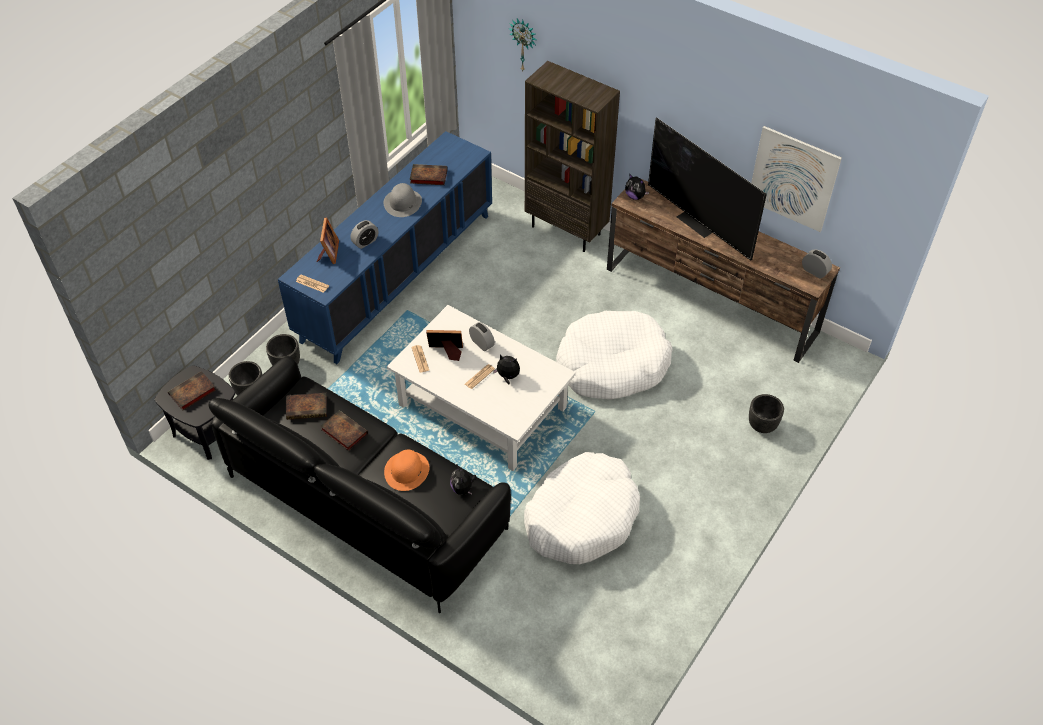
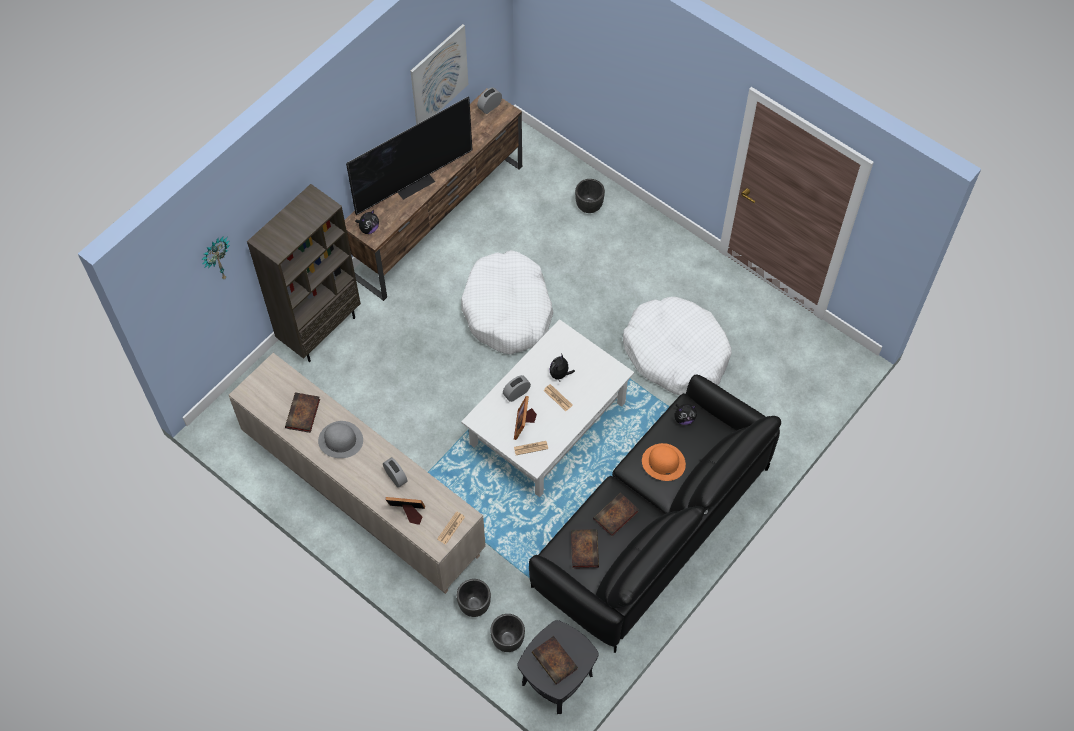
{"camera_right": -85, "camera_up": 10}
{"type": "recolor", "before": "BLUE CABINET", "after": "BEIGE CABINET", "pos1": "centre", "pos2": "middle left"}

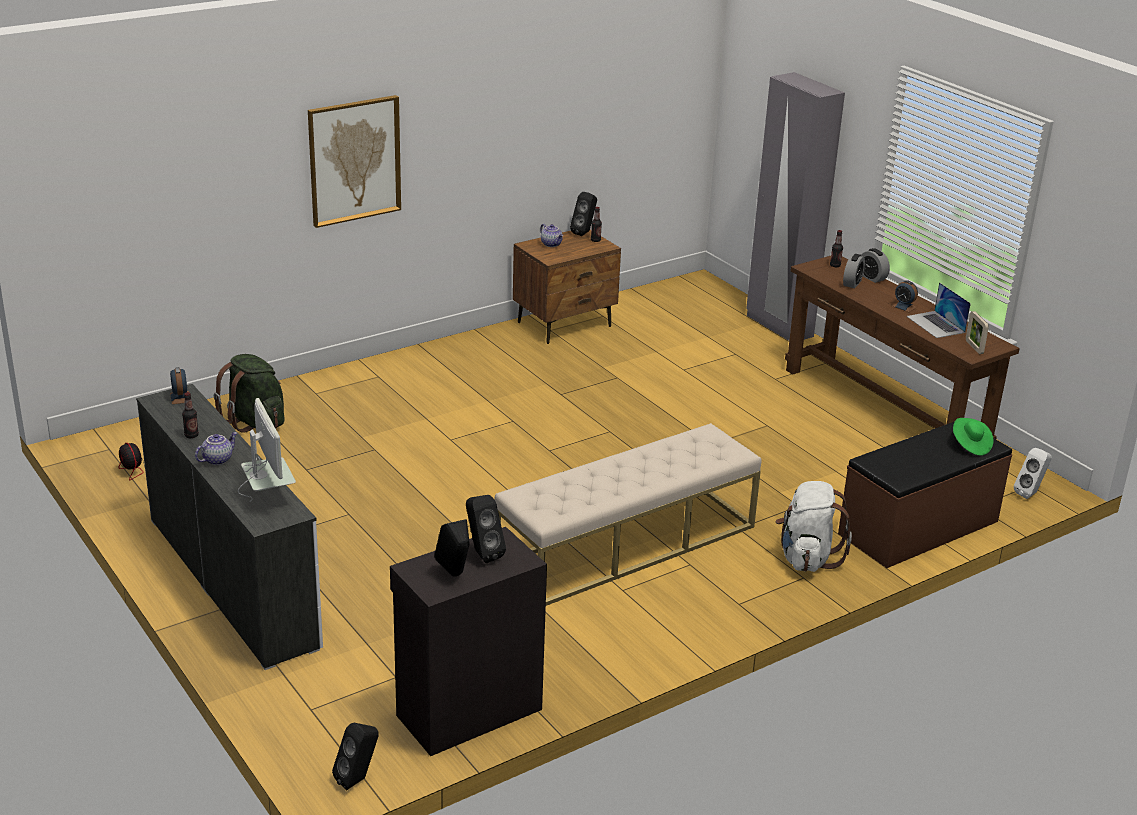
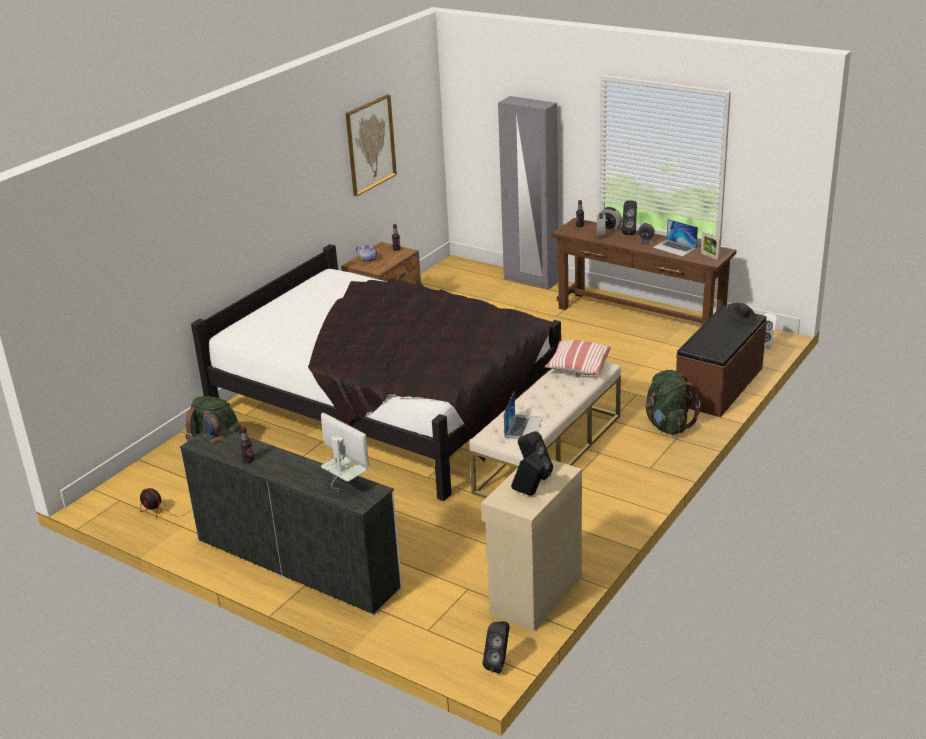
{"camera_right": -20, "camera_up": 0}
{"type": "delete", "before": "TEAPOT (1st from left)", "pos1": "middle left"}
{"type": "insert", "after": "BLACK BED", "pos2": "centre"}
{"type": "insert", "after": "LAPTOP (1st from left)", "pos2": "centre"}
{"type": "insert", "after": "PILLOW", "pos2": "centre"}
{"type": "move", "before": "PICTURE", "pos1": "top left", "pos2": "top centre"}
{"type": "move", "before": "BLACK SPEAKER (4th from left)", "pos1": "top centre", "pos2": "top right"}
{"type": "recolor", "before": "BLACK CABINET", "after": "BEIGE CABINET", "pos1": "bottom centre", "pos2": "bottom centre"}
{"type": "recolor", "before": "WHITE BACKPACK", "after": "GREEN BACKPACK (2nd from left)", "pos1": "middle right", "pos2": "middle right"}
{"type": "recolor", "before": "GREEN HAT", "after": "BLACK HAT", "pos1": "middle right", "pos2": "middle right"}

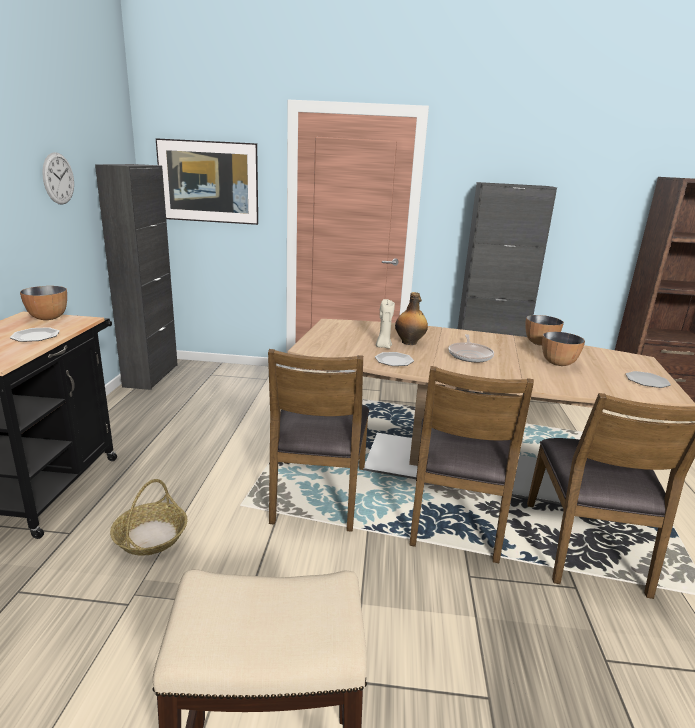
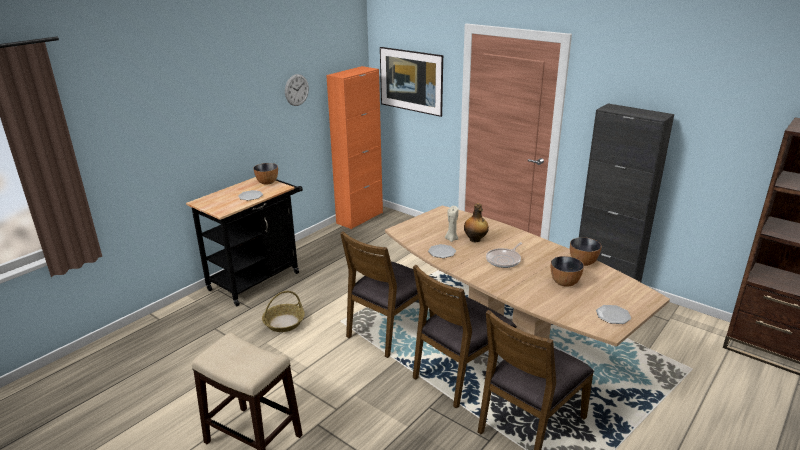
{"camera_right": 35, "camera_up": 5}
{"type": "recolor", "before": "BLACK CABINET (1st from left)", "after": "ORANGE CABINET", "pos1": "middle left", "pos2": "top centre"}

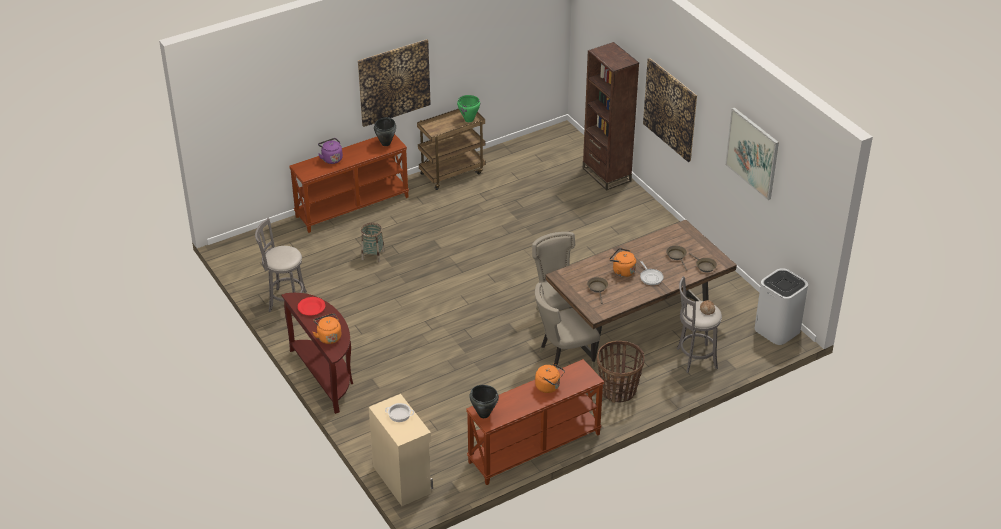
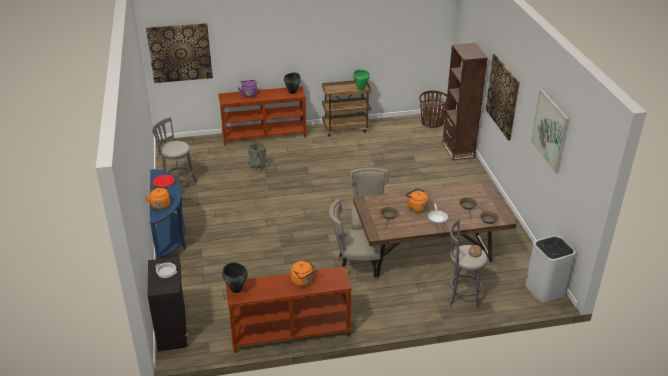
{"camera_right": 20, "camera_up": -5}
{"type": "move", "before": "PICTURE (1st from left)", "pos1": "top centre", "pos2": "top left"}
{"type": "move", "before": "BASKET (2nd from left)", "pos1": "bottom centre", "pos2": "top centre"}
{"type": "recolor", "before": "BROWN CONSOLE TABLE (1st from left)", "after": "BLUE CONSOLE TABLE", "pos1": "bottom left", "pos2": "middle left"}
{"type": "recolor", "before": "BEIGE CABINET", "after": "BLACK CABINET", "pos1": "bottom centre", "pos2": "bottom left"}

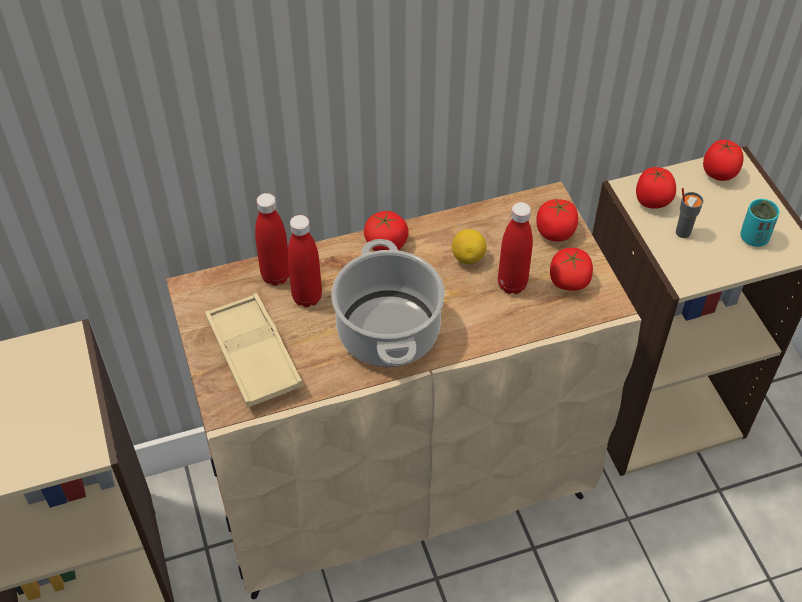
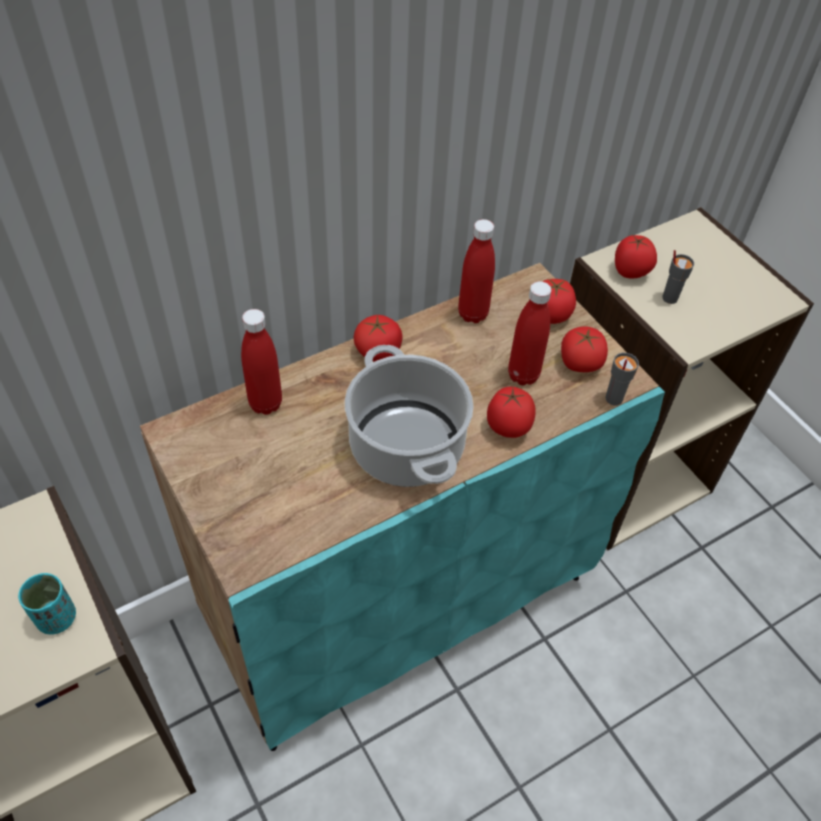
{"camera_right": -15, "camera_up": 0}
{"type": "delete", "before": "BEIGE TRAY", "pos1": "middle left"}
{"type": "delete", "before": "LEMON", "pos1": "centre"}
{"type": "insert", "after": "GREY CUP (1st from left)", "pos2": "middle right"}
{"type": "move", "before": "RED BOTTLE (2nd from left)", "pos1": "centre", "pos2": "top centre"}
{"type": "move", "before": "TOMATO (5th from left in the first image)", "after": "TOMATO (2nd from left)", "pos1": "top right", "pos2": "centre"}
{"type": "move", "before": "TURQUOISE CUP", "pos1": "middle right", "pos2": "bottom left"}
{"type": "recolor", "before": "BEIGE CABINET", "after": "TURQUOISE CABINET", "pos1": "centre", "pos2": "centre"}

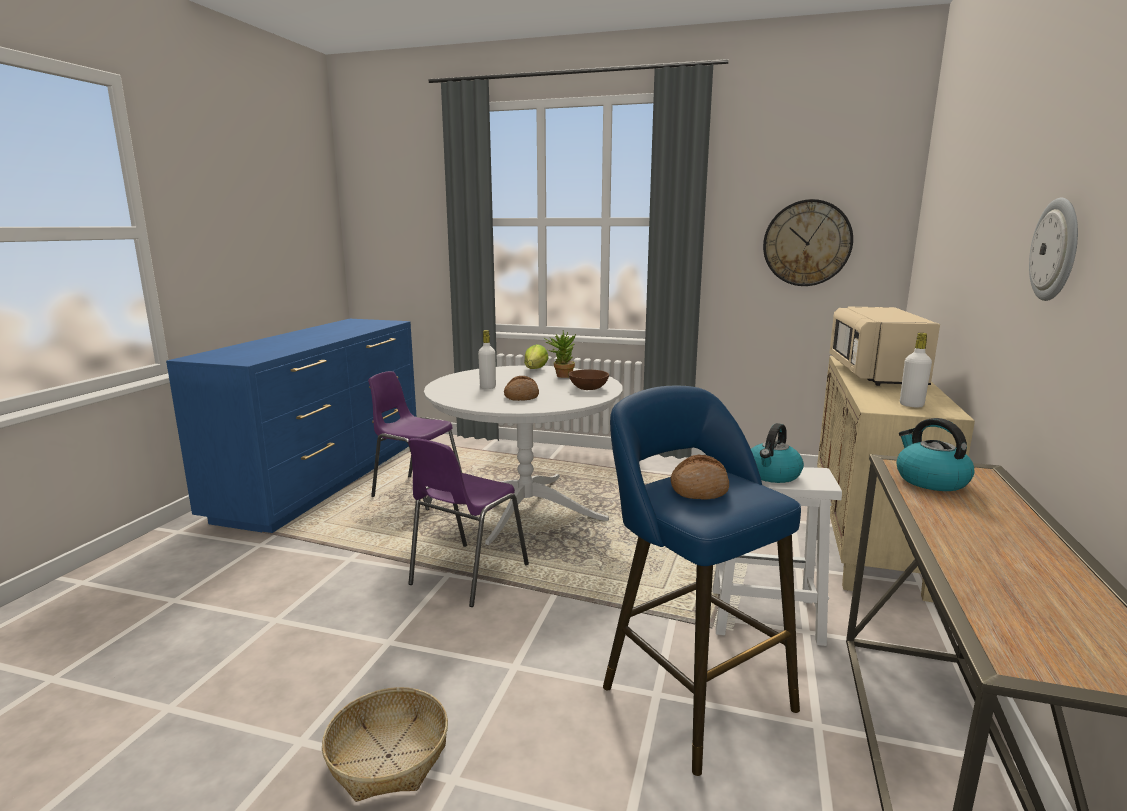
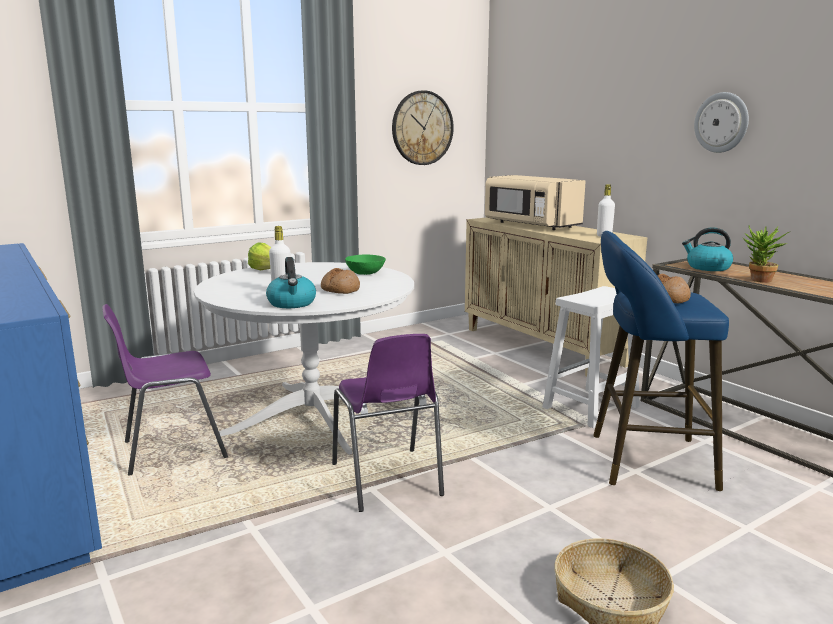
{"camera_right": -50, "camera_up": 0}
{"type": "move", "before": "POTTED PLANT", "pos1": "centre", "pos2": "middle right"}
{"type": "move", "before": "KETTLE (1st from left)", "pos1": "middle right", "pos2": "centre"}
{"type": "recolor", "before": "BROWN BOWL", "after": "GREEN BOWL", "pos1": "centre", "pos2": "centre"}

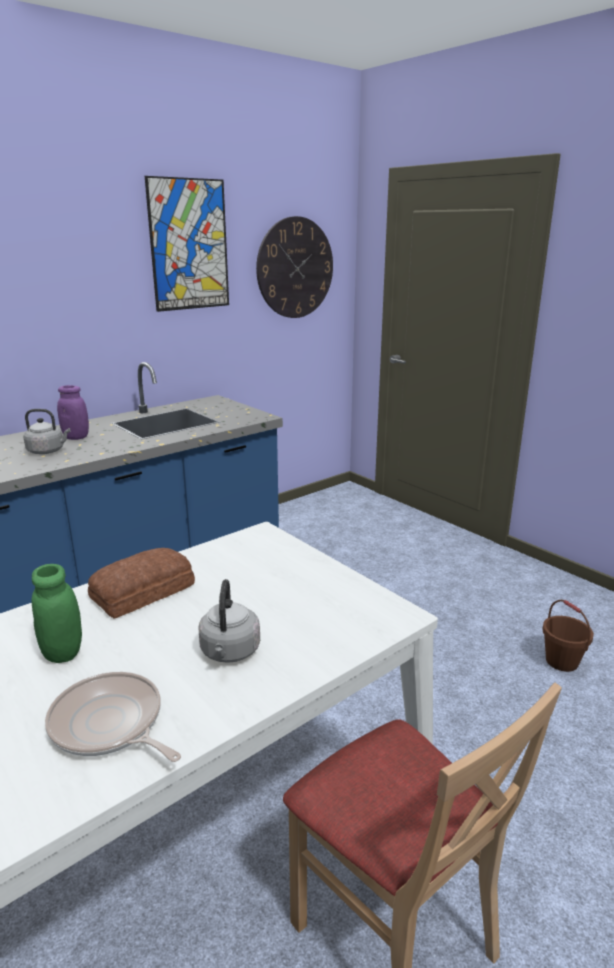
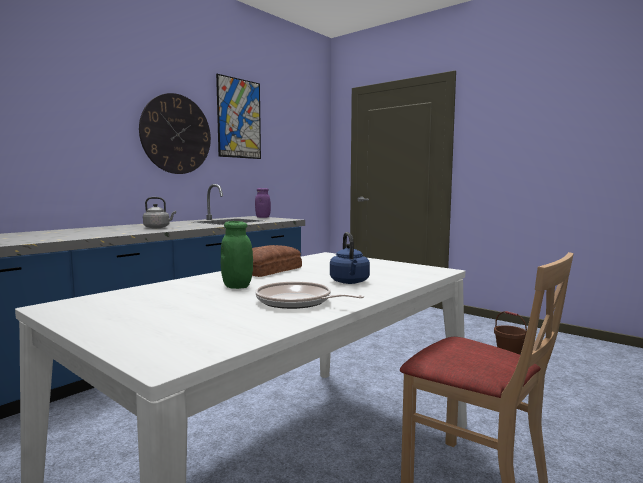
{"camera_right": -10, "camera_up": -15}
{"type": "move", "before": "PURPLE JAR", "pos1": "middle left", "pos2": "centre"}
{"type": "move", "before": "WALL CLOCK", "pos1": "top centre", "pos2": "top left"}
{"type": "recolor", "before": "GREY KETTLE (2nd from left)", "after": "BLUE KETTLE", "pos1": "centre", "pos2": "centre"}

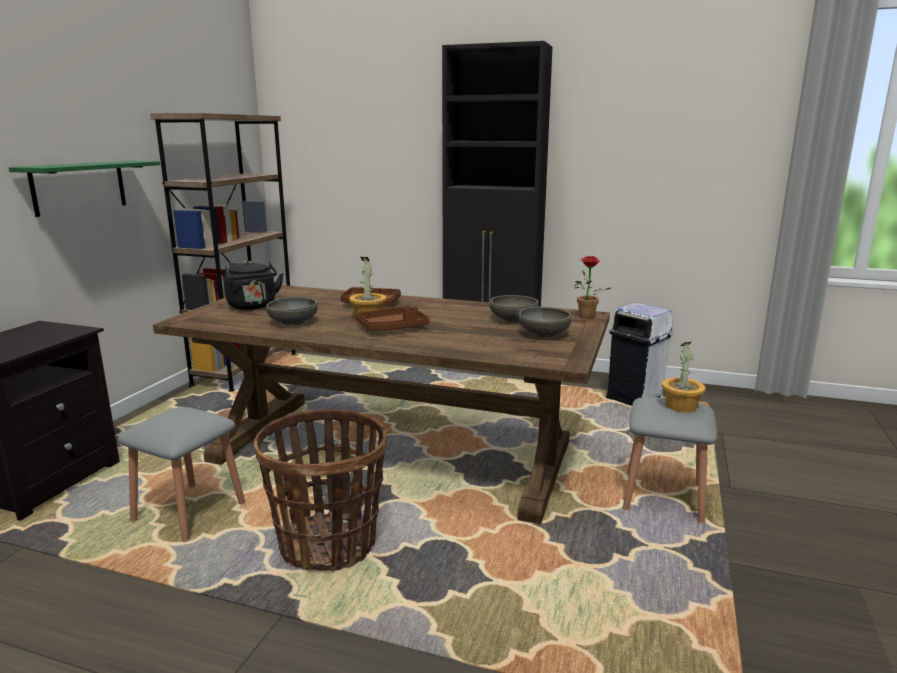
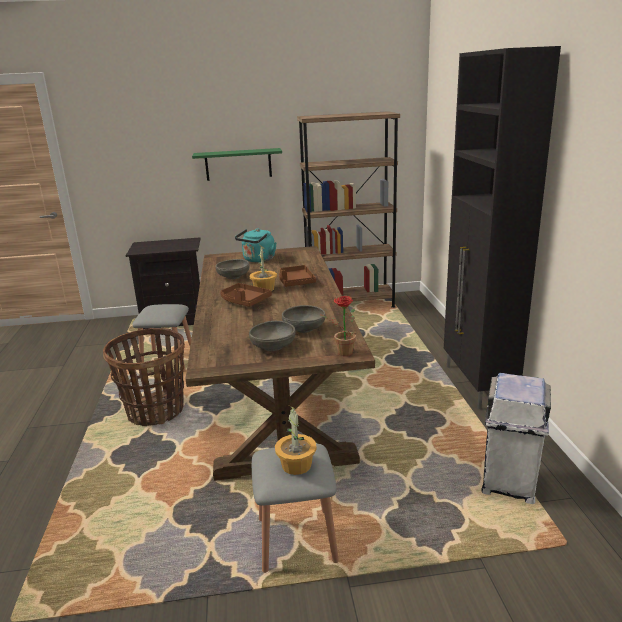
{"camera_right": 65, "camera_up": 5}
{"type": "recolor", "before": "BLACK KETTLE", "after": "TURQUOISE KETTLE", "pos1": "middle left", "pos2": "centre"}

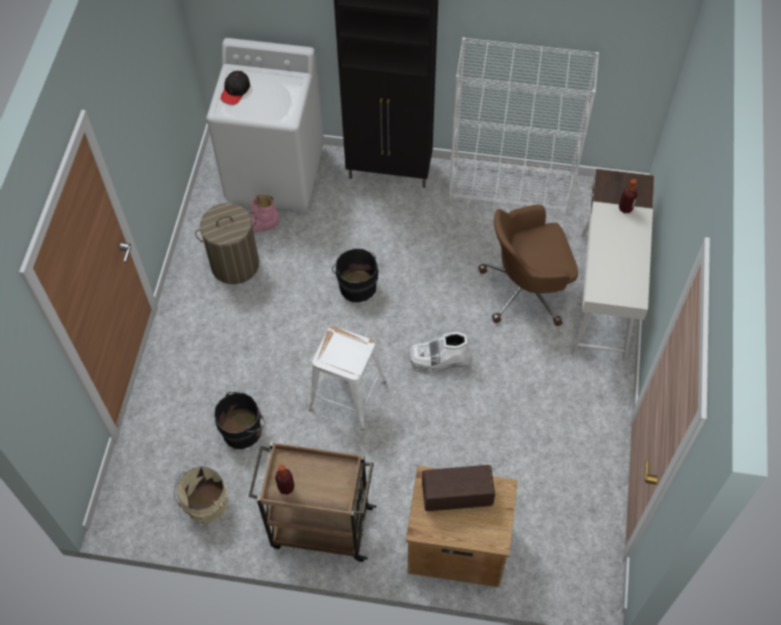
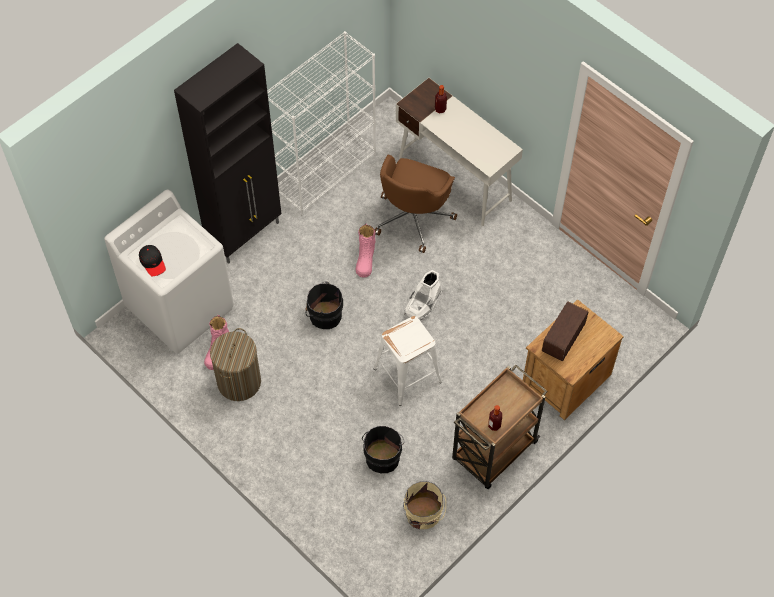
{"camera_right": -55, "camera_up": 0}
{"type": "insert", "after": "PINK BOOT (2nd from left)", "pos2": "centre"}

